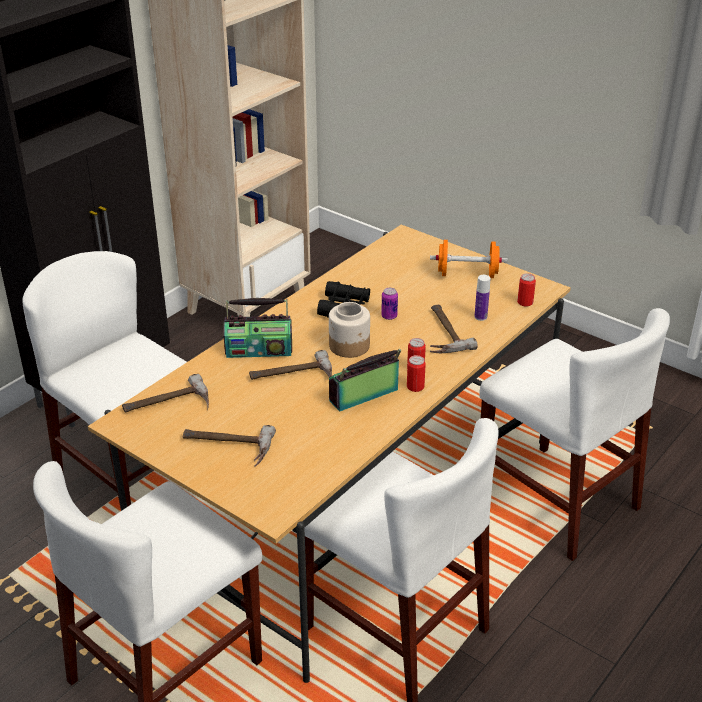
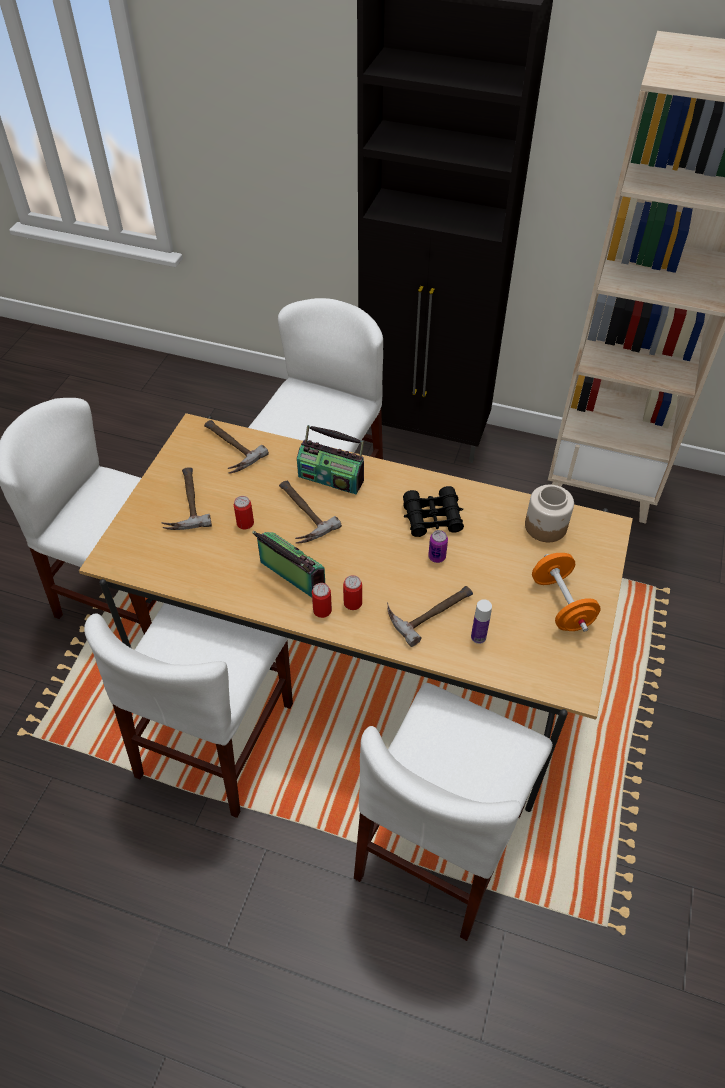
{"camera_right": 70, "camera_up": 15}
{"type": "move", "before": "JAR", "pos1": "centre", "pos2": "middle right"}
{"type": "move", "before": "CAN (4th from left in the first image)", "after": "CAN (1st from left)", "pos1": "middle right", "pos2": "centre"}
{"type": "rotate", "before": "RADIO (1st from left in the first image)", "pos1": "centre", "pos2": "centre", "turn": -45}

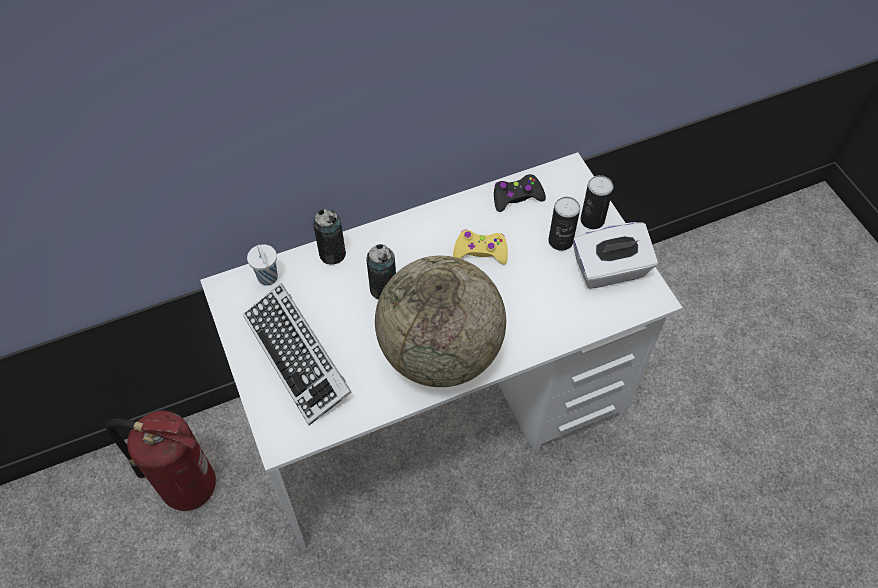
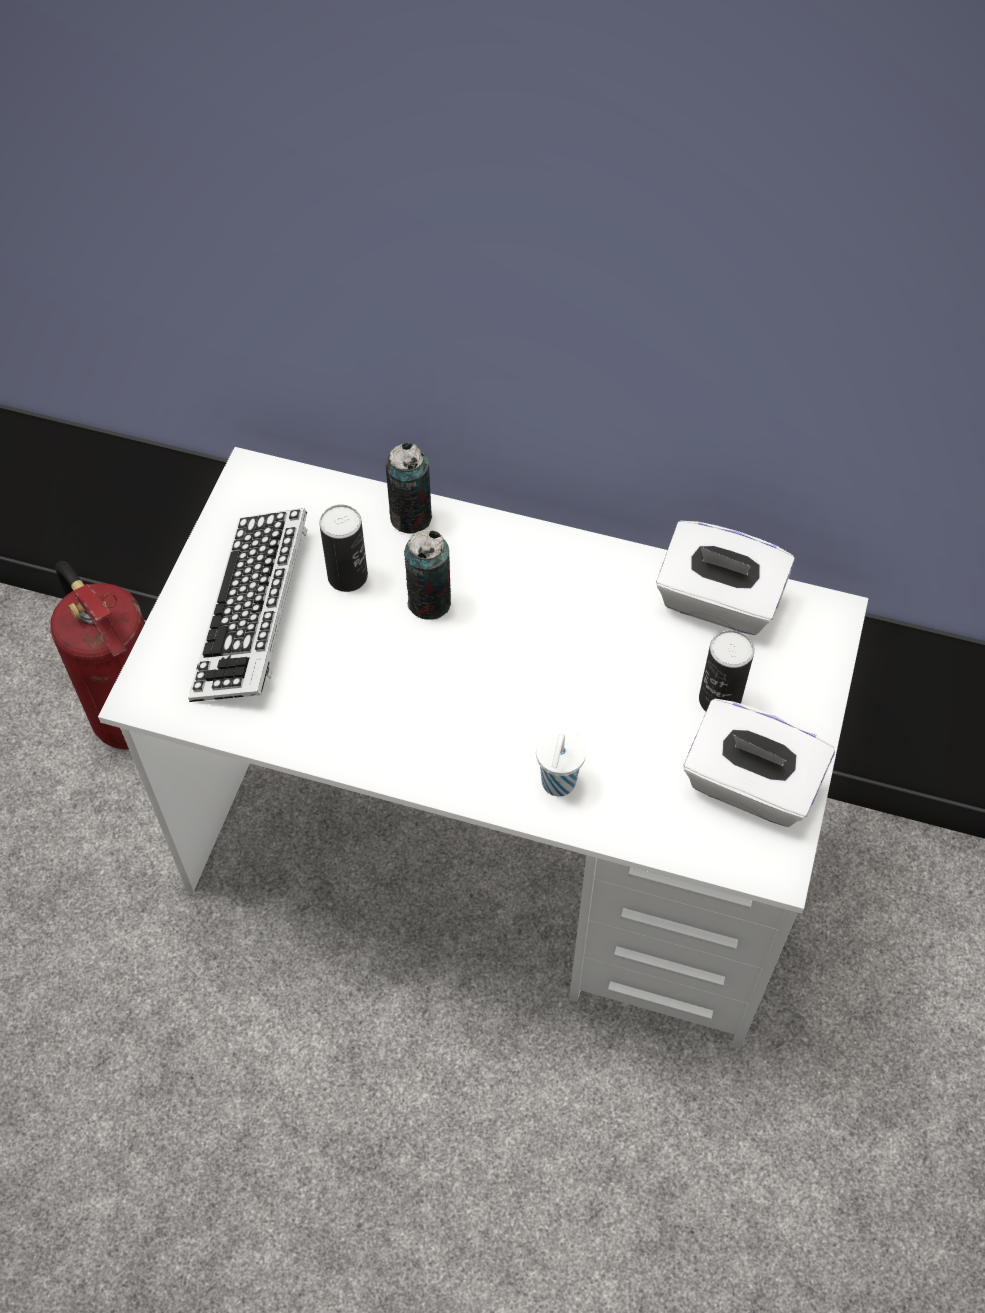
{"camera_right": 40, "camera_up": 0}
{"type": "delete", "before": "GLOBE", "pos1": "centre"}
{"type": "delete", "before": "YELLOW GAME CONTROLLER", "pos1": "centre"}
{"type": "move", "before": "WHITE CUP", "pos1": "middle left", "pos2": "centre"}
{"type": "move", "before": "CAN (4th from left in the first image)", "after": "CAN (1st from left)", "pos1": "middle right", "pos2": "centre"}
{"type": "replace", "before": "BLACK GAME CONTROLLER", "after": "WHITE TISSUE BOX (1st from left)", "pos1": "top centre", "pos2": "middle right"}

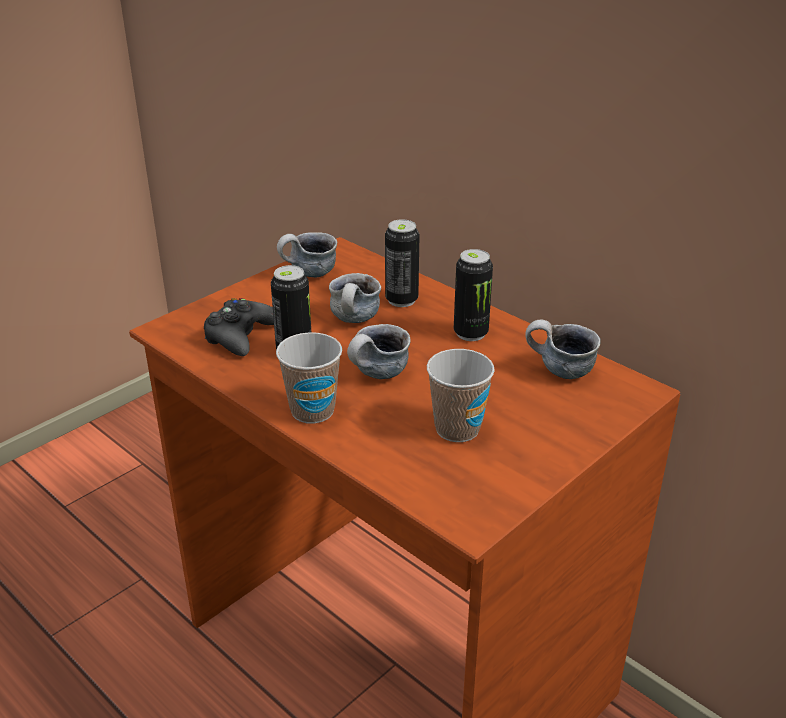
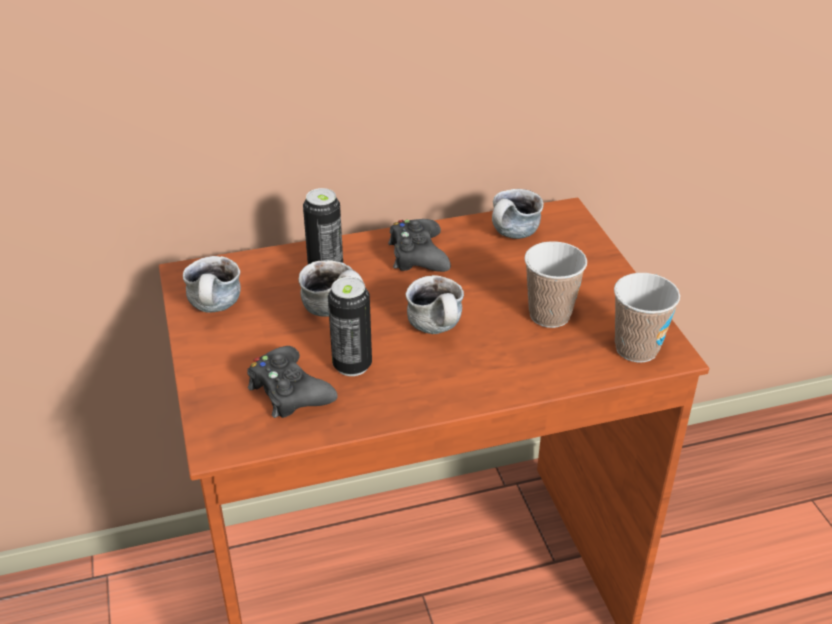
{"camera_right": -60, "camera_up": 5}
{"type": "move", "before": "CUP (1st from left in the first image)", "after": "CUP (2nd from left)", "pos1": "centre", "pos2": "middle right"}
{"type": "replace", "before": "CAN (3rd from left)", "after": "BLACK GAME CONTROLLER (2nd from left)", "pos1": "centre", "pos2": "centre"}

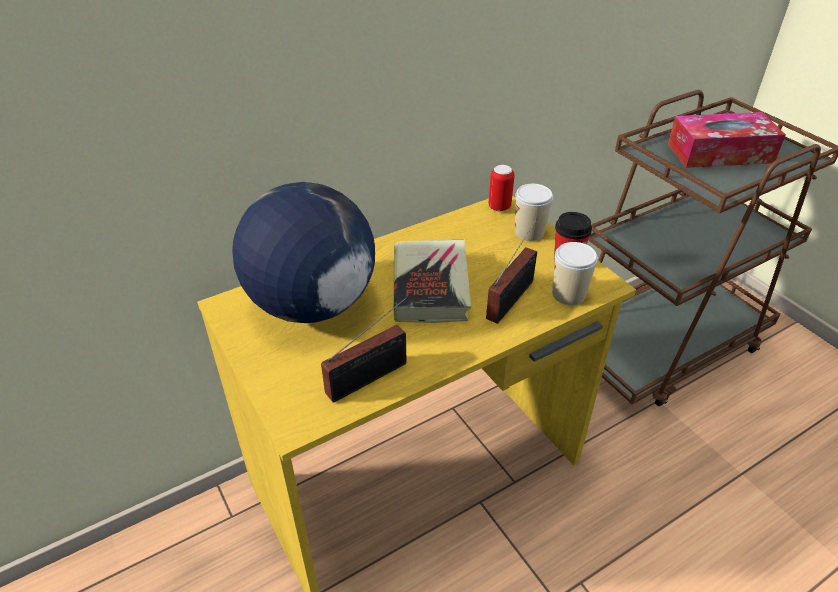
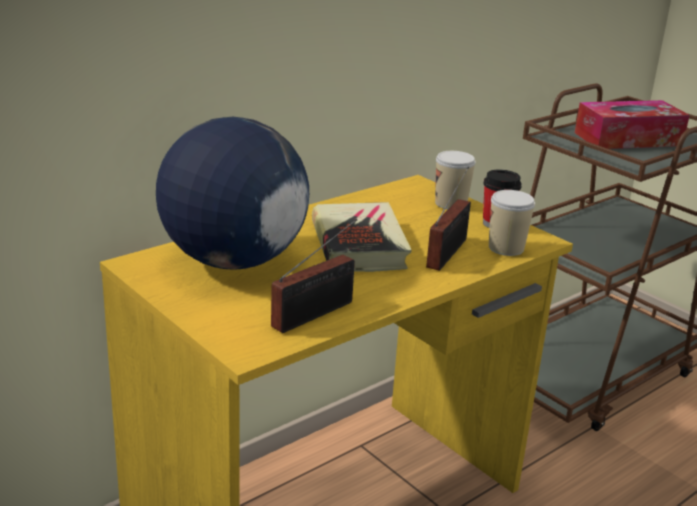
{"camera_right": -10, "camera_up": -15}
{"type": "delete", "before": "CAN", "pos1": "top centre"}

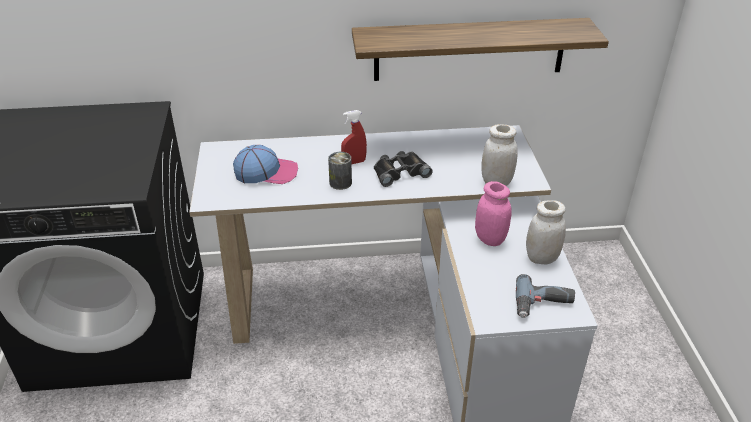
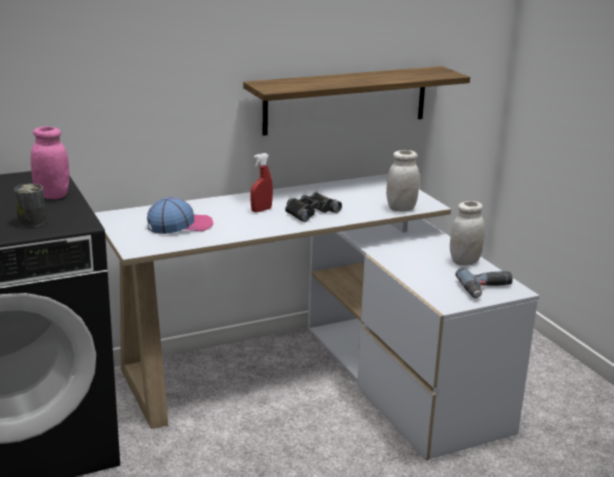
{"camera_right": -20, "camera_up": -15}
{"type": "move", "before": "CAN", "pos1": "centre", "pos2": "middle left"}
{"type": "move", "before": "PINK JAR", "pos1": "centre", "pos2": "middle left"}

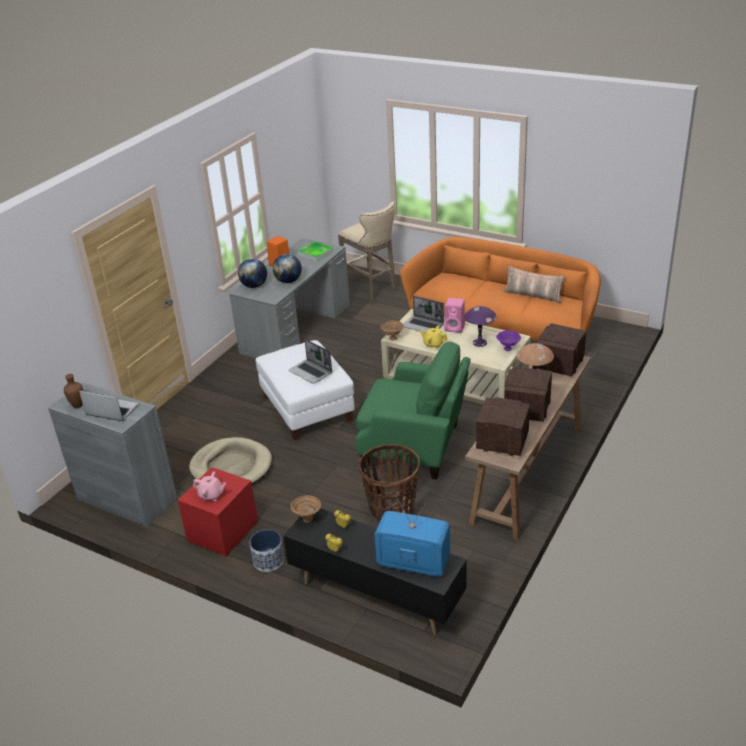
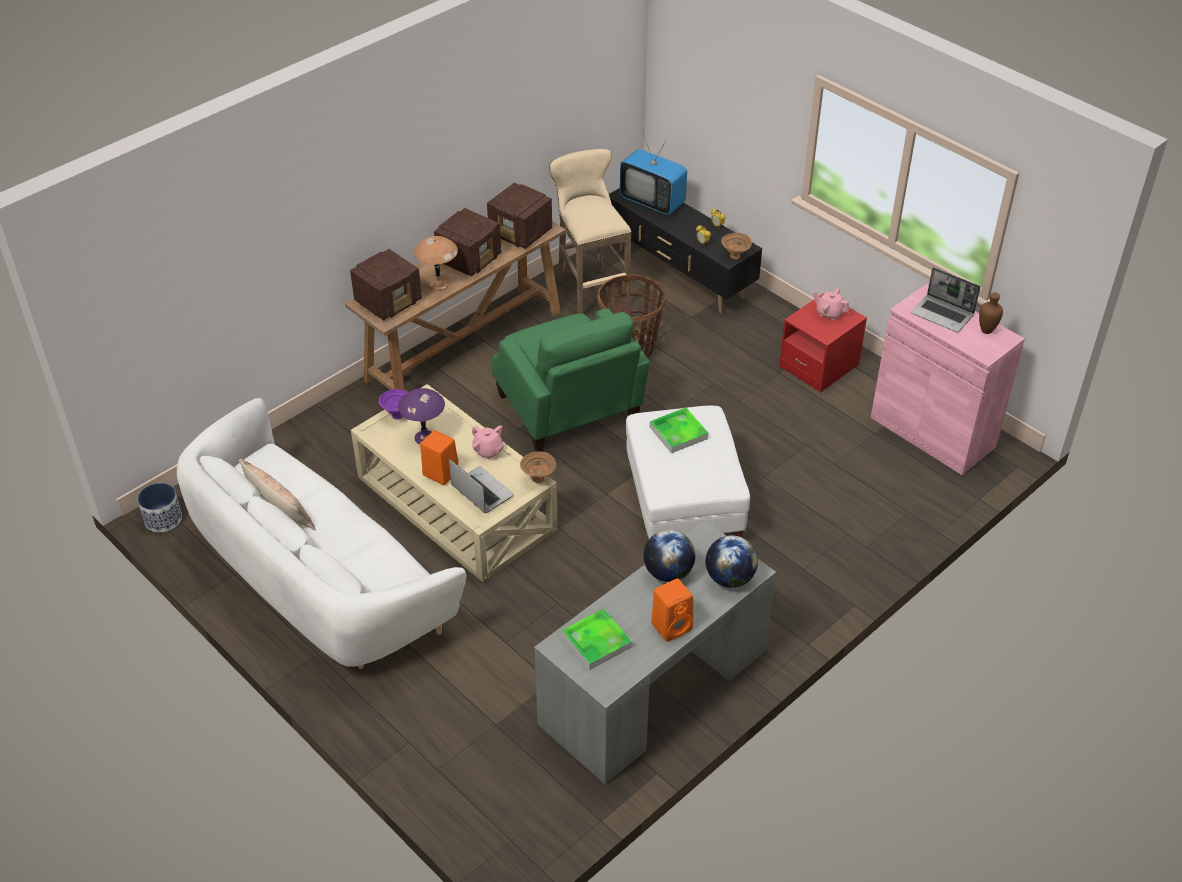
{"camera_right": -165, "camera_up": 10}
{"type": "delete", "before": "BEIGE DOG BED", "pos1": "middle left"}
{"type": "move", "before": "PLANTER", "pos1": "bottom centre", "pos2": "middle left"}
{"type": "move", "before": "BEIGE STOOL", "pos1": "centre", "pos2": "top centre"}
{"type": "replace", "before": "LAPTOP (2nd from left)", "after": "TRAY (2nd from left)", "pos1": "centre", "pos2": "centre"}
{"type": "recolor", "before": "GREY CABINET", "after": "PINK CABINET", "pos1": "middle left", "pos2": "middle right"}
{"type": "recolor", "before": "ORANGE SOFA", "after": "WHITE SOFA", "pos1": "middle right", "pos2": "middle left"}
{"type": "recolor", "before": "YELLOW TEAPOT", "after": "PINK TEAPOT (1st from left)", "pos1": "centre", "pos2": "centre"}
{"type": "recolor", "before": "PINK SPEAKER", "after": "ORANGE SPEAKER (1st from left)", "pos1": "centre", "pos2": "centre"}
{"type": "rotate", "before": "GREEN ARMCHAIR", "pos1": "centre", "pos2": "centre", "turn": -150}

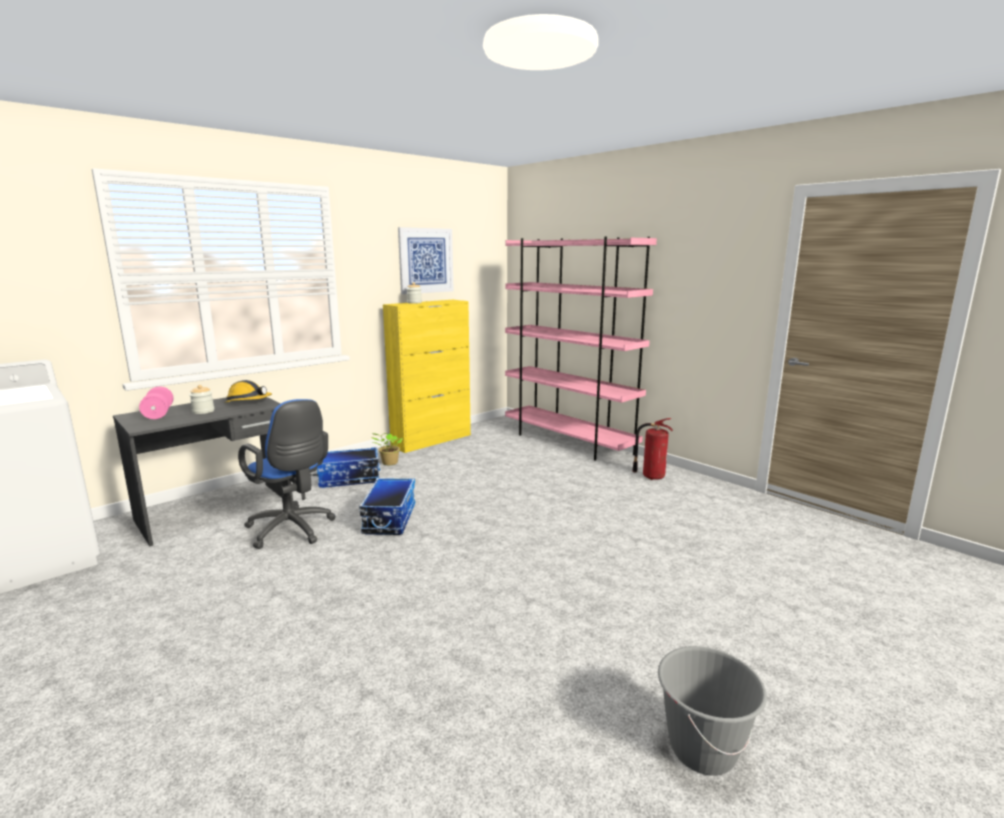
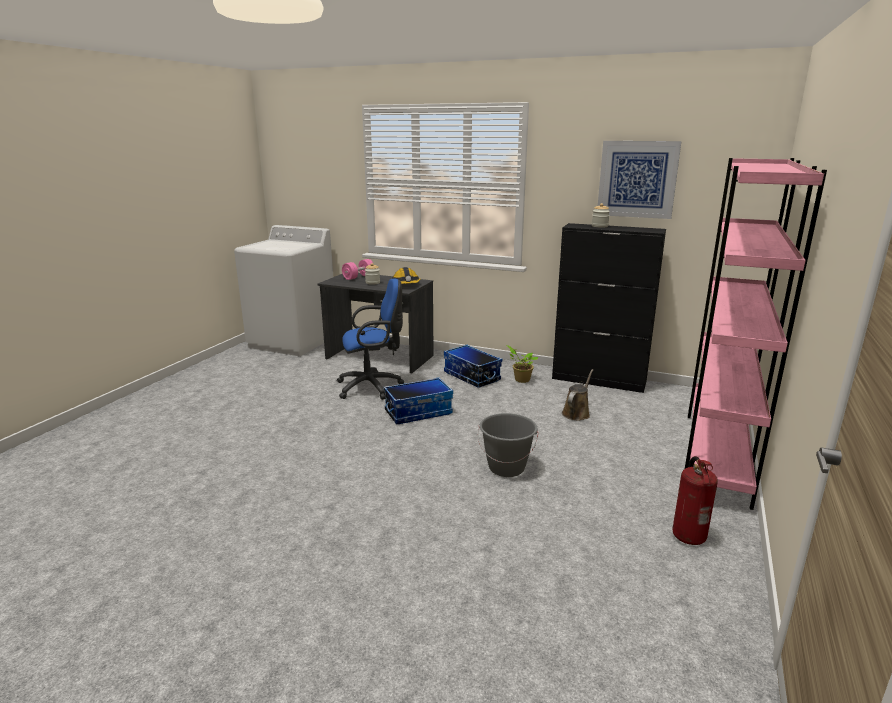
{"camera_right": 65, "camera_up": 5}
{"type": "insert", "after": "BROWN WATERING CAN", "pos2": "centre"}
{"type": "move", "before": "GREY BUCKET", "pos1": "bottom right", "pos2": "centre"}
{"type": "recolor", "before": "YELLOW CABINET", "after": "BLACK CABINET", "pos1": "centre", "pos2": "middle right"}
{"type": "rotate", "before": "BLUE OFFICE CHAIR", "pos1": "middle left", "pos2": "centre", "turn": -120}

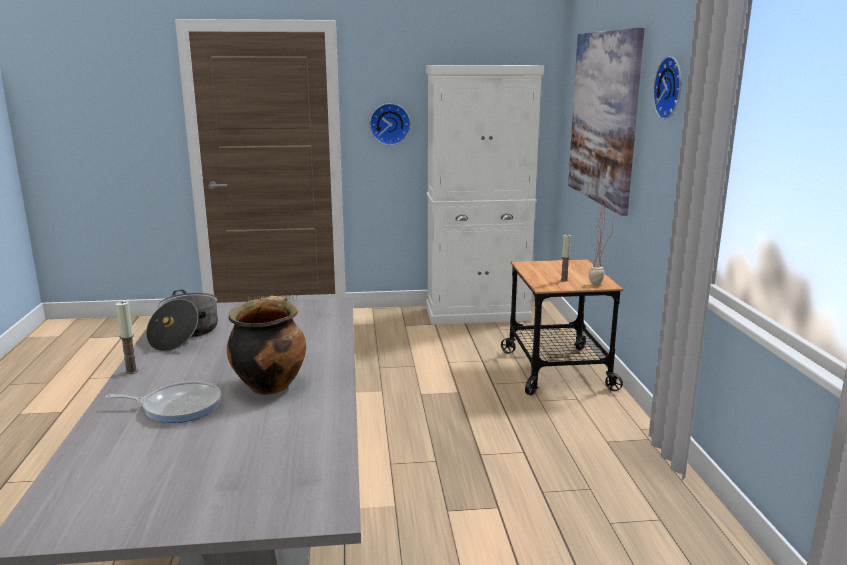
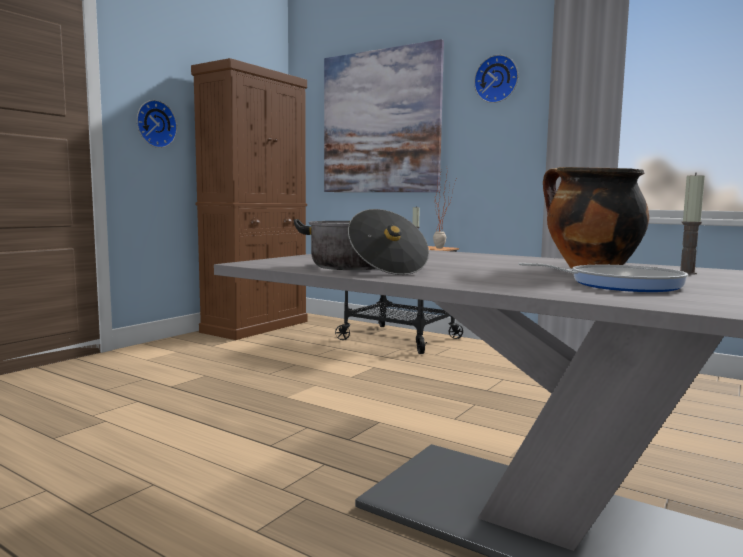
{"camera_right": -50, "camera_up": -10}
{"type": "move", "before": "CANDLE (1st from left in the first image)", "after": "CANDLE (2nd from left)", "pos1": "middle left", "pos2": "middle right"}
{"type": "recolor", "before": "WHITE CABINET", "after": "BROWN CABINET", "pos1": "centre", "pos2": "centre"}
{"type": "rotate", "before": "FRYING PAN", "pos1": "bottom left", "pos2": "middle right", "turn": 60}

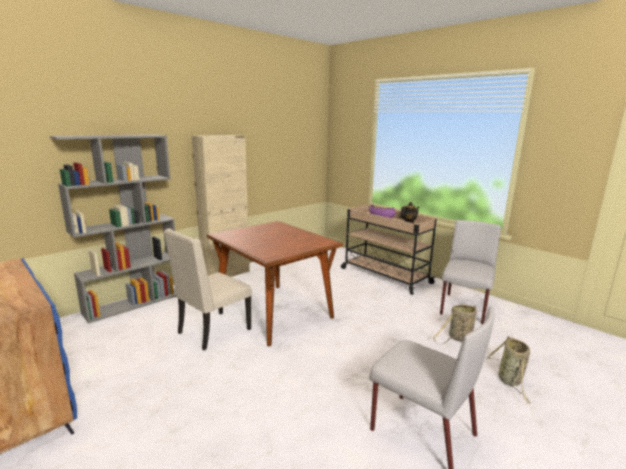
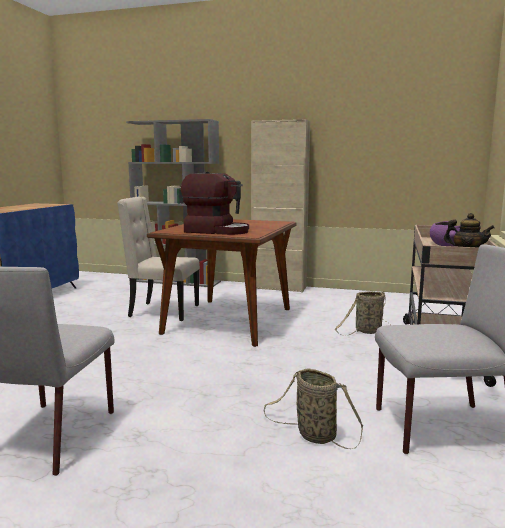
{"camera_right": 60, "camera_up": -5}
{"type": "insert", "after": "COFFEE MACHINE", "pos2": "centre"}
{"type": "move", "before": "BASKET (2nd from left)", "pos1": "bottom right", "pos2": "middle right"}

